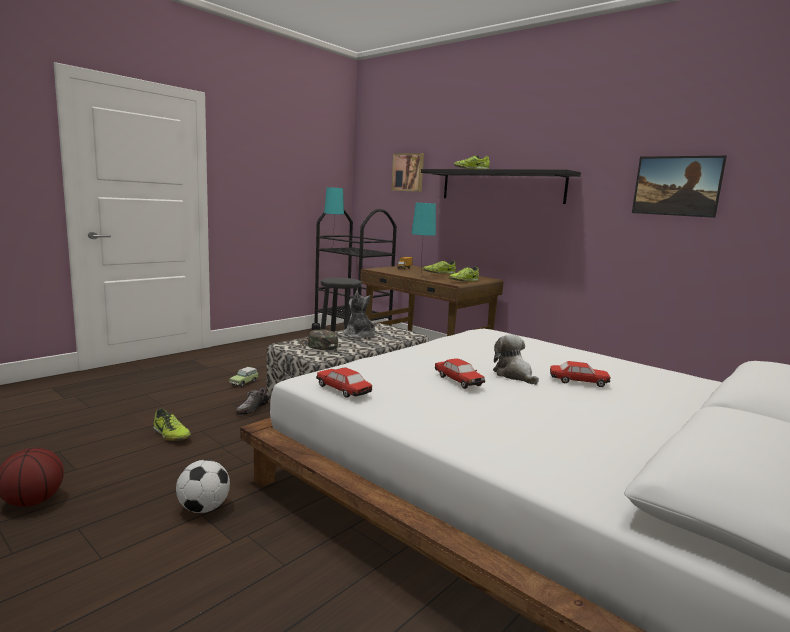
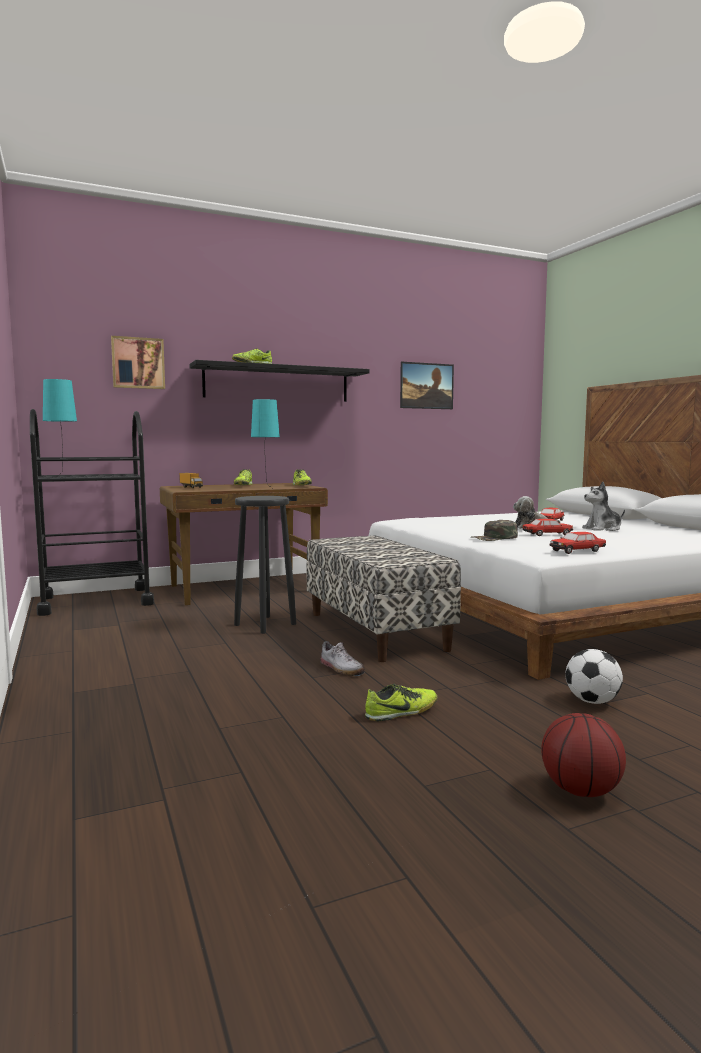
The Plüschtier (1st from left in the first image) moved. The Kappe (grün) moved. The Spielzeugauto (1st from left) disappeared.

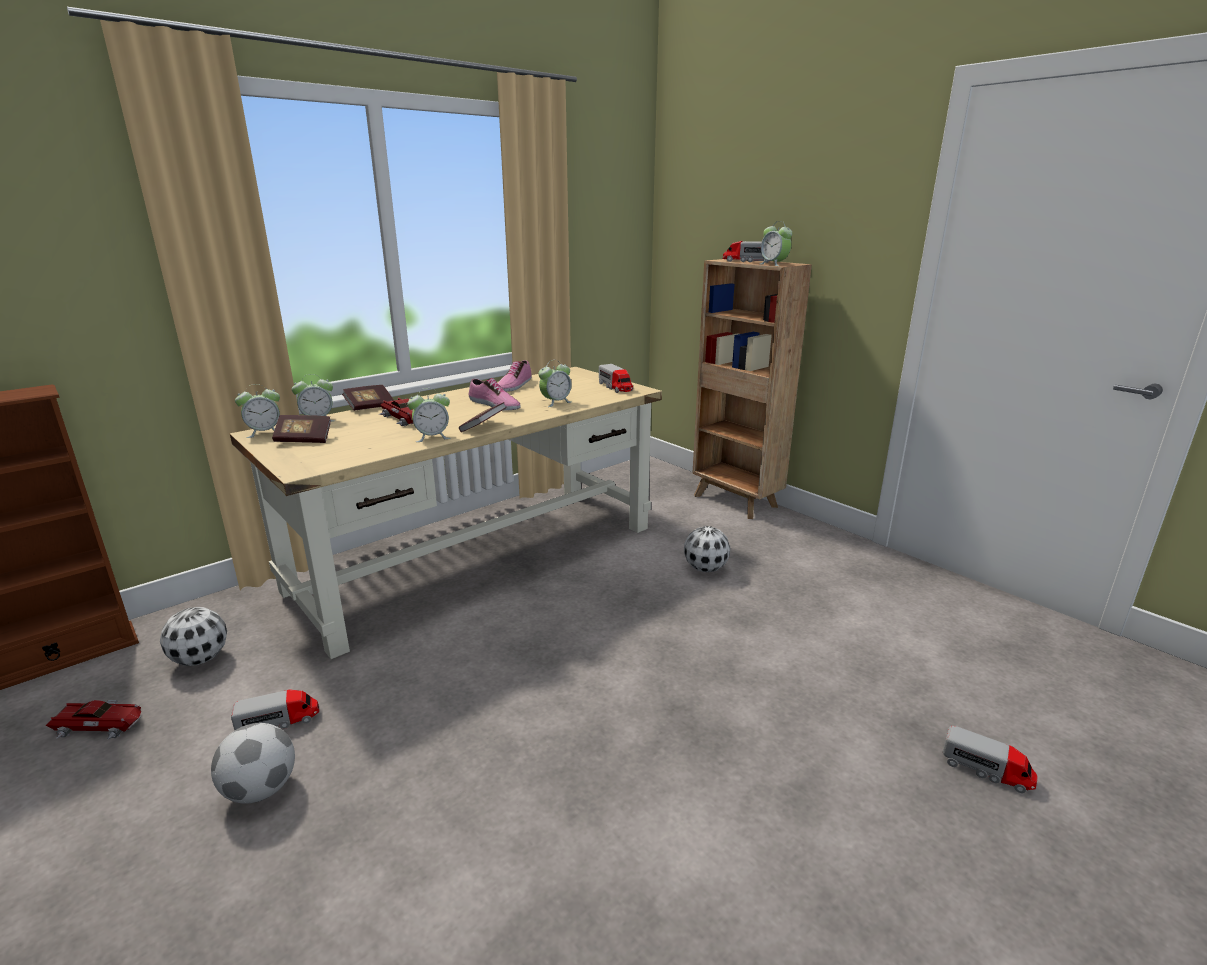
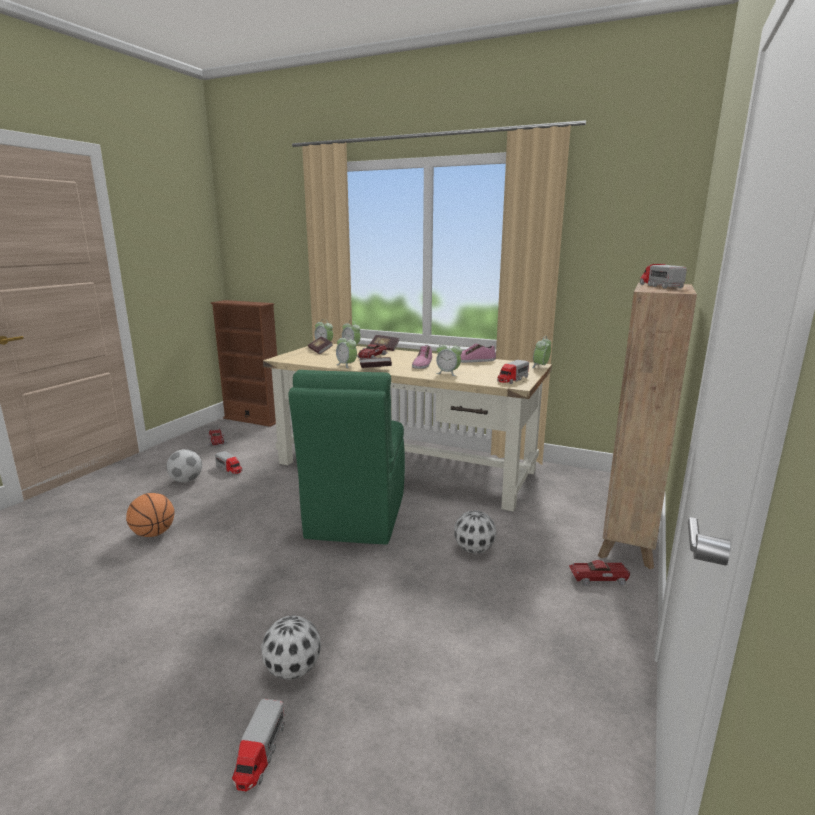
The Wecker (5th from left) moved. The Fußball (1st from left in the first image) moved. The Stuhl (grün) appeared. The Basketball appeared. The Spielzeugauto (3rd from left) appeared.

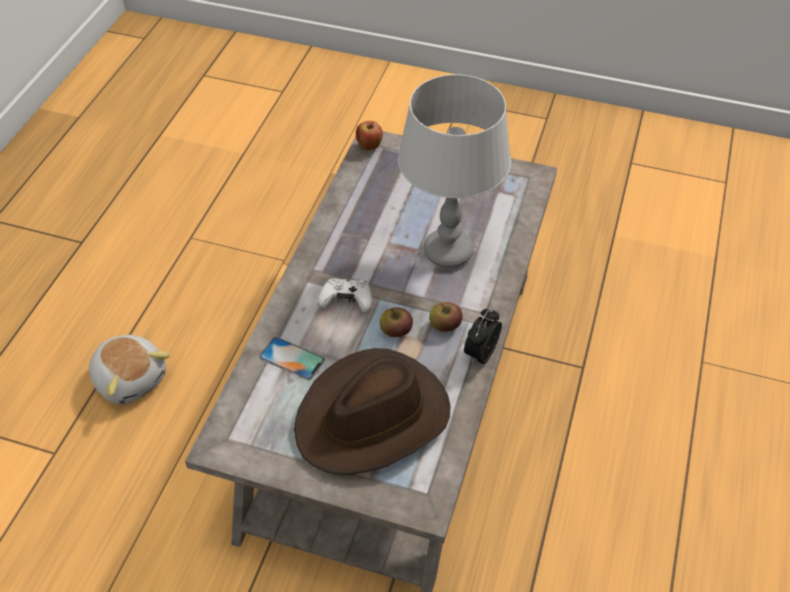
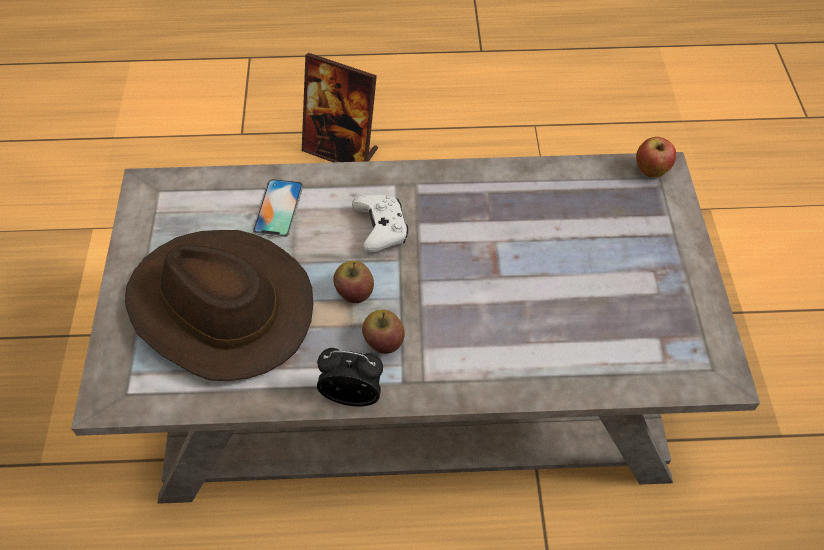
The Tischlampe (grau) disappeared. The Plüschtier was replaced by the Bilderrahmen.

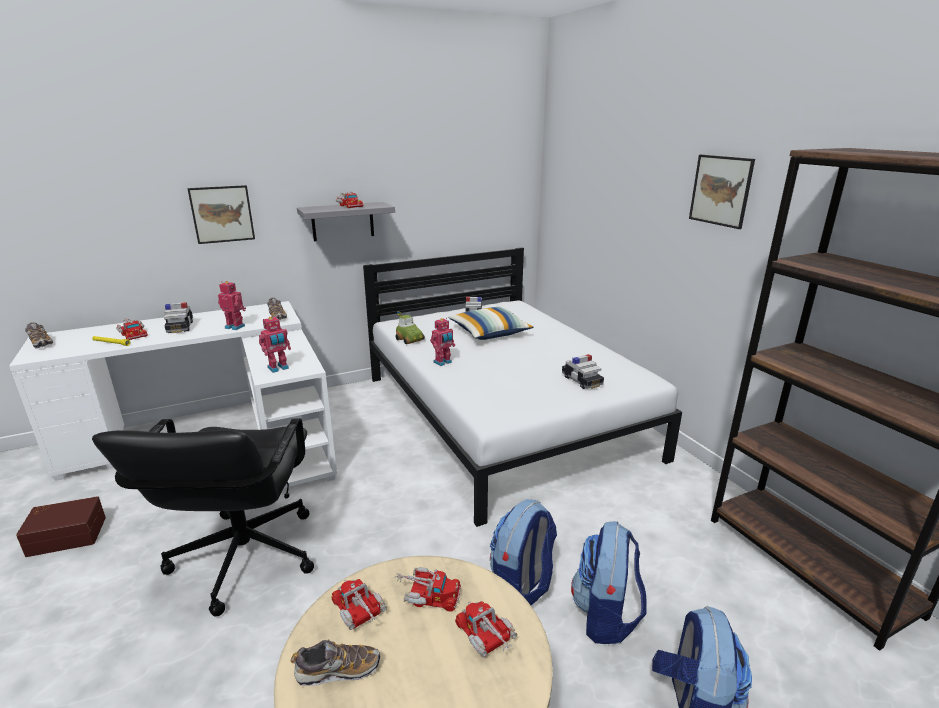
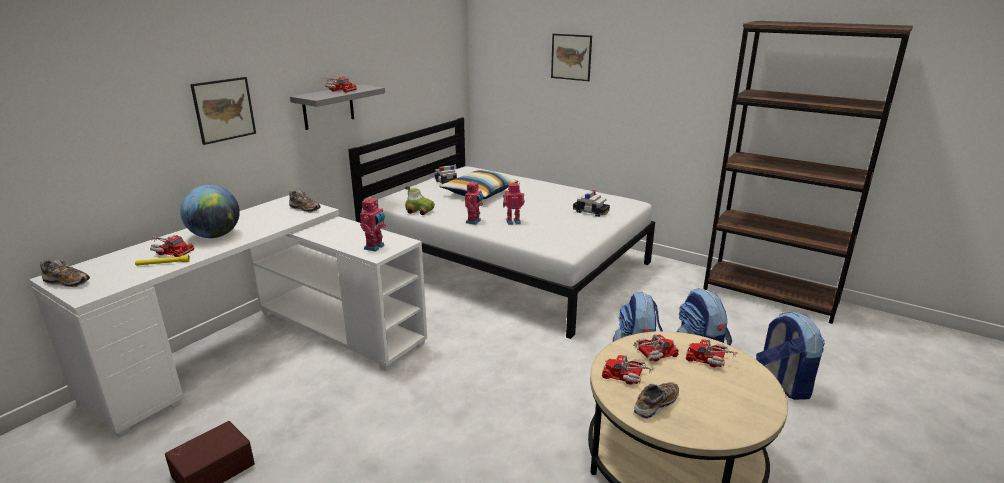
The Bild (2nd from left) moved. The Spielzeugroboter (1st from left in the first image) moved. The Spielzeugauto (1st from left) was replaced by the Globus. The Bürostuhl (schwarz) disappeared.

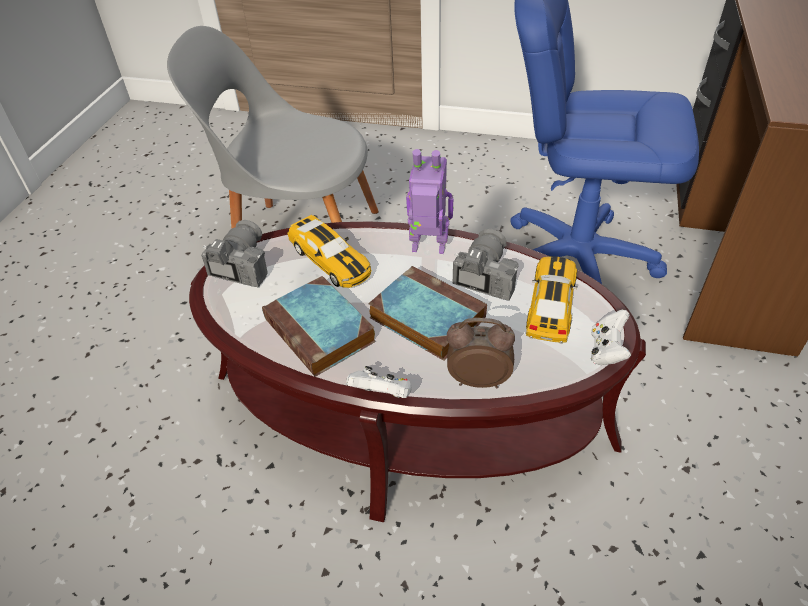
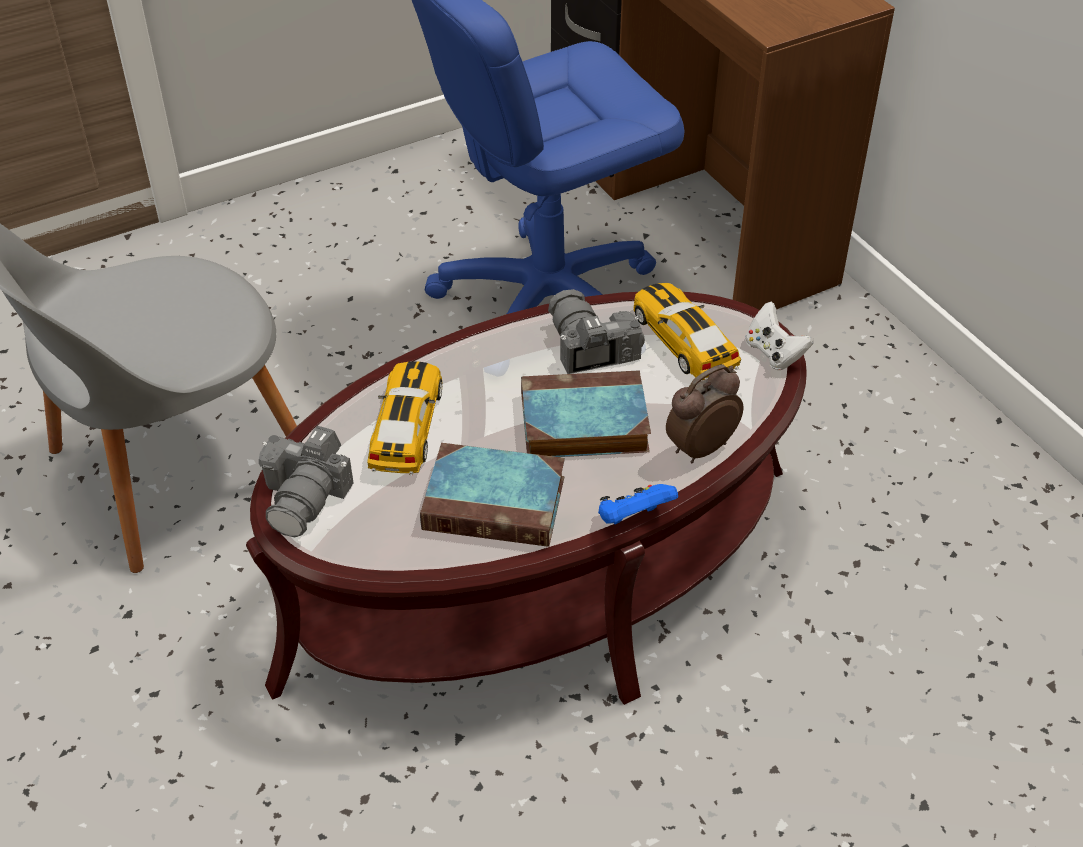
The Spielzeugroboter disappeared. The Spielzeugauto (1st from left) turned 90 degrees counterclockwise. The Kamera (1st from left) turned 135 degrees counterclockwise. The Gamepad (weiß) (1st from left) became the Gamepad (blau).

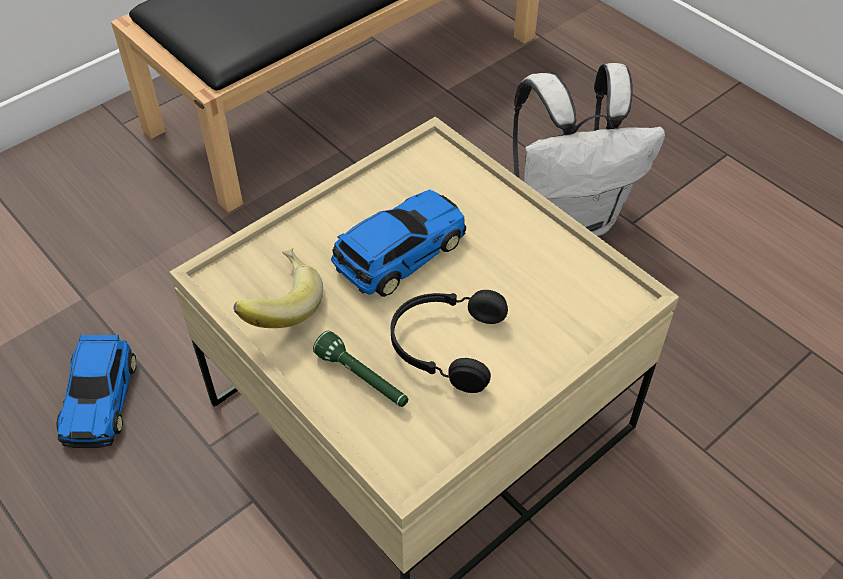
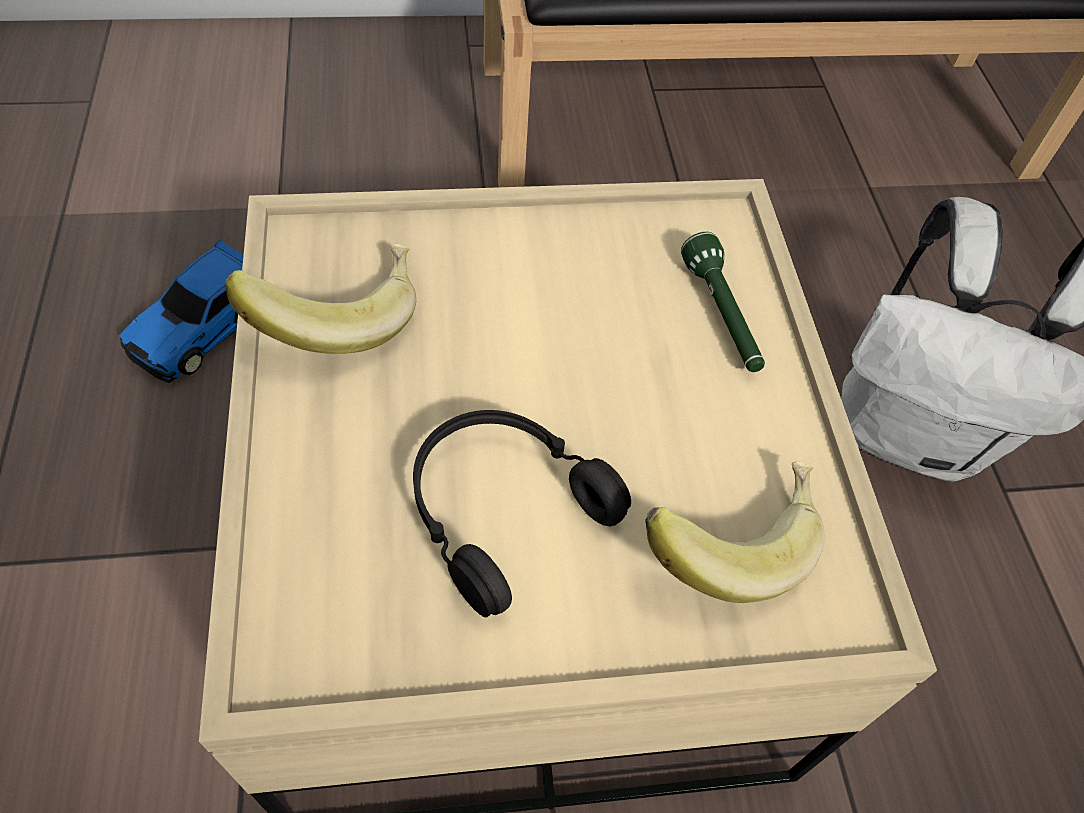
The Spielzeugauto (2nd from left) disappeared. The Taschenlampe (grün) moved. The Banane (2nd from left) appeared.

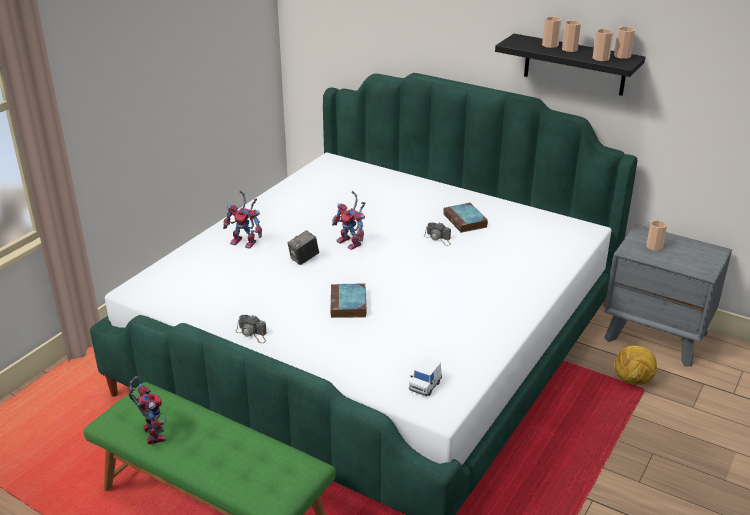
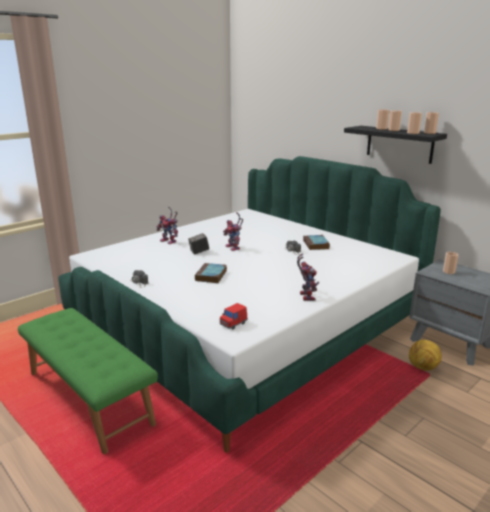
The Spielzeugauto (weiß) became the Spielzeugauto (rot). The Spielzeugroboter (1st from left in the first image) moved.

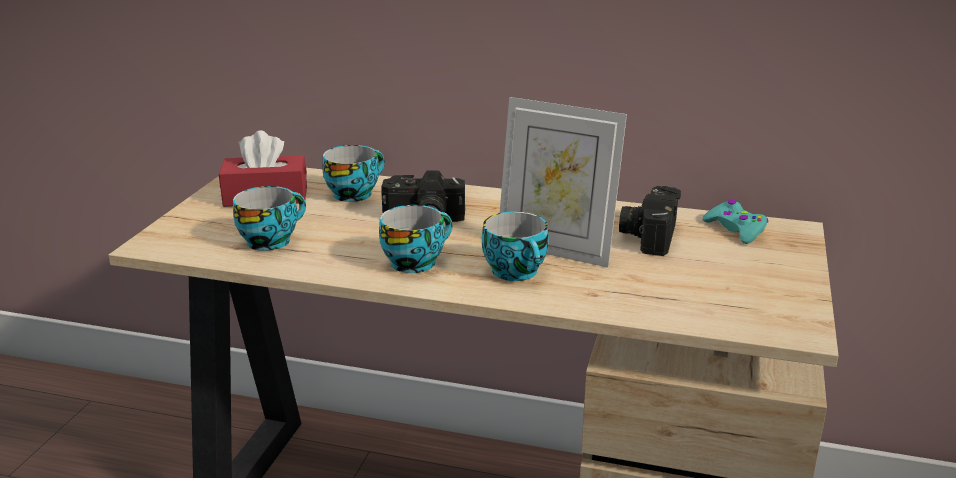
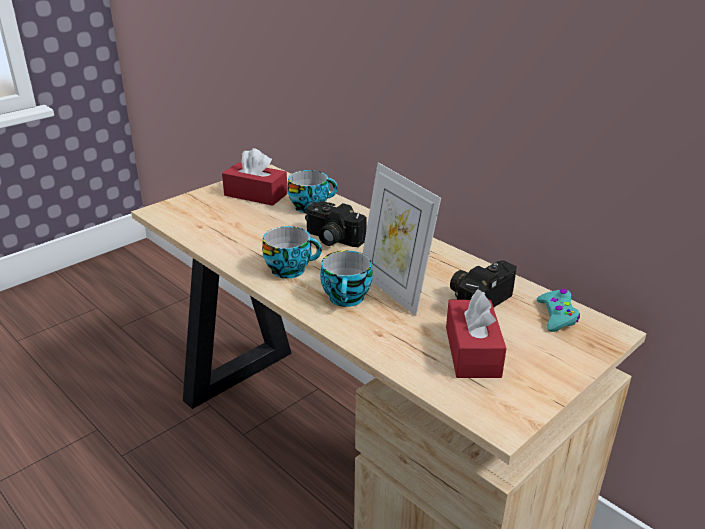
The Tasse (1st from left) disappeared. The Taschentuchbox (rot) (2nd from left) appeared.

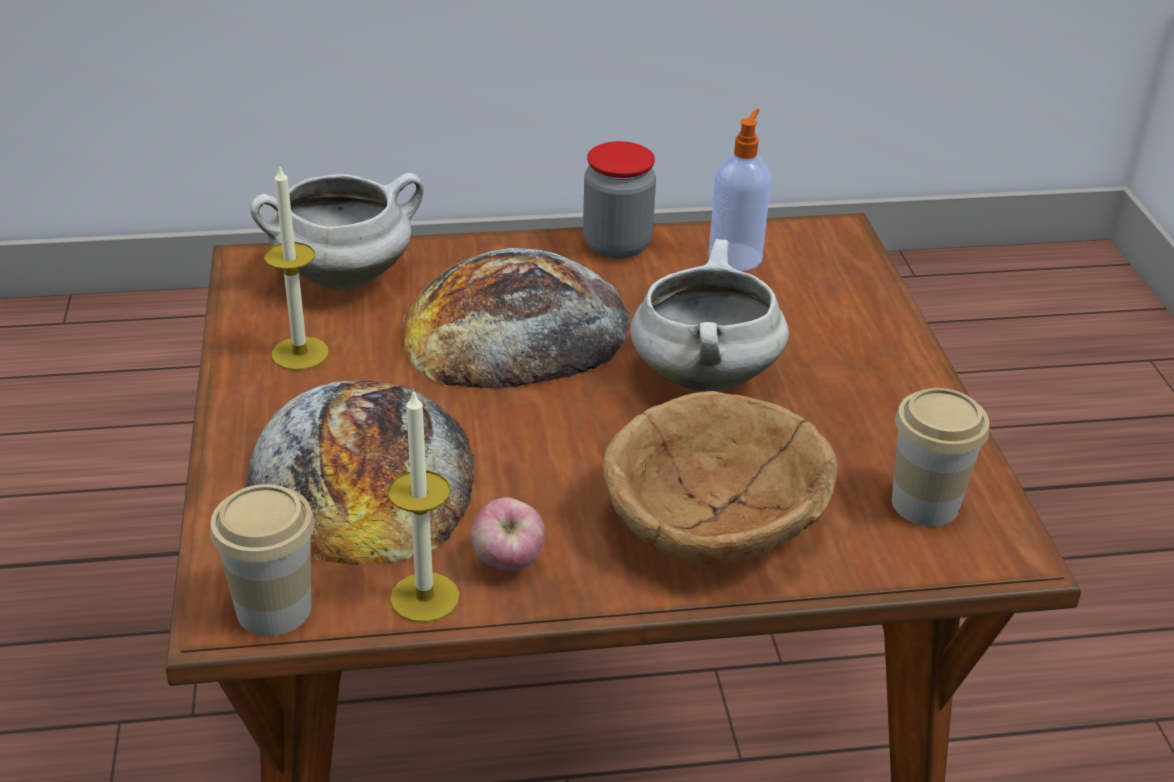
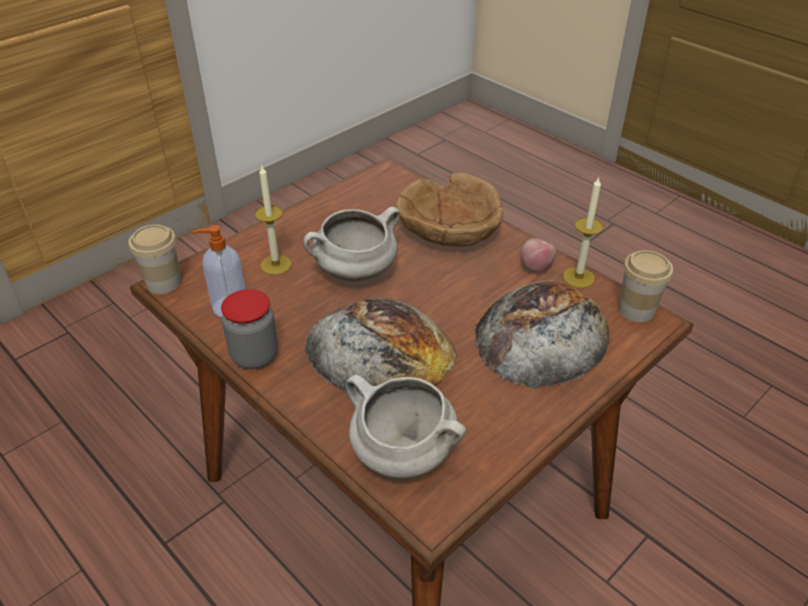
The Kerze (1st from left) moved. The Tasse (2nd from left in the first image) moved.

